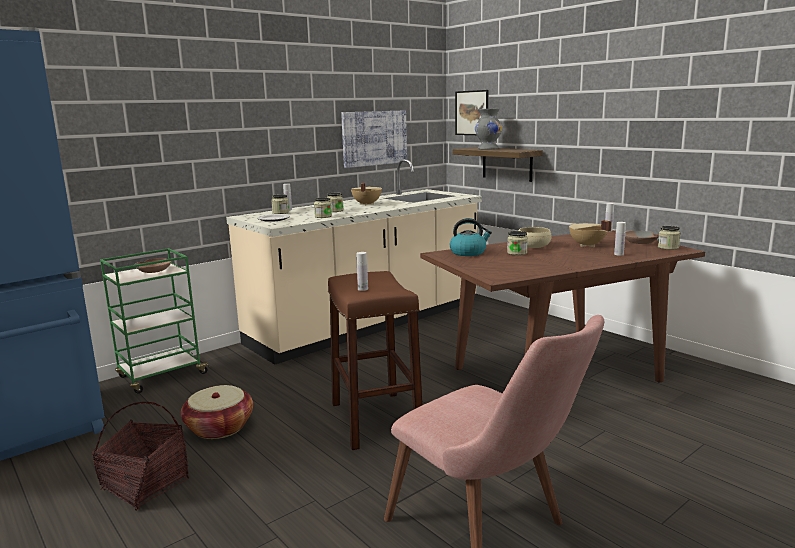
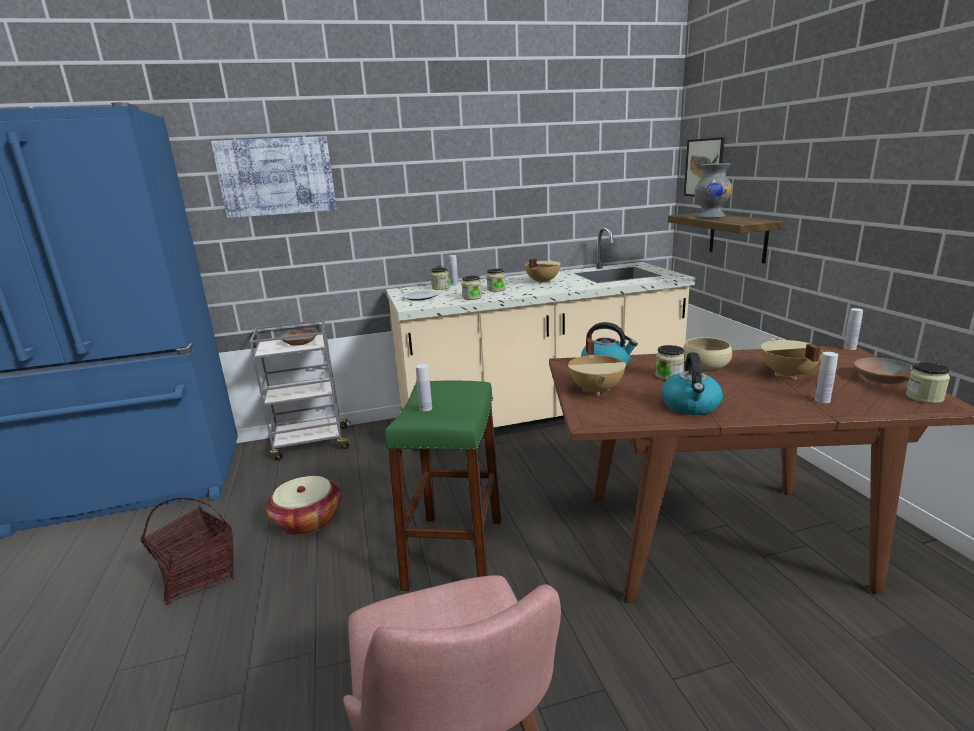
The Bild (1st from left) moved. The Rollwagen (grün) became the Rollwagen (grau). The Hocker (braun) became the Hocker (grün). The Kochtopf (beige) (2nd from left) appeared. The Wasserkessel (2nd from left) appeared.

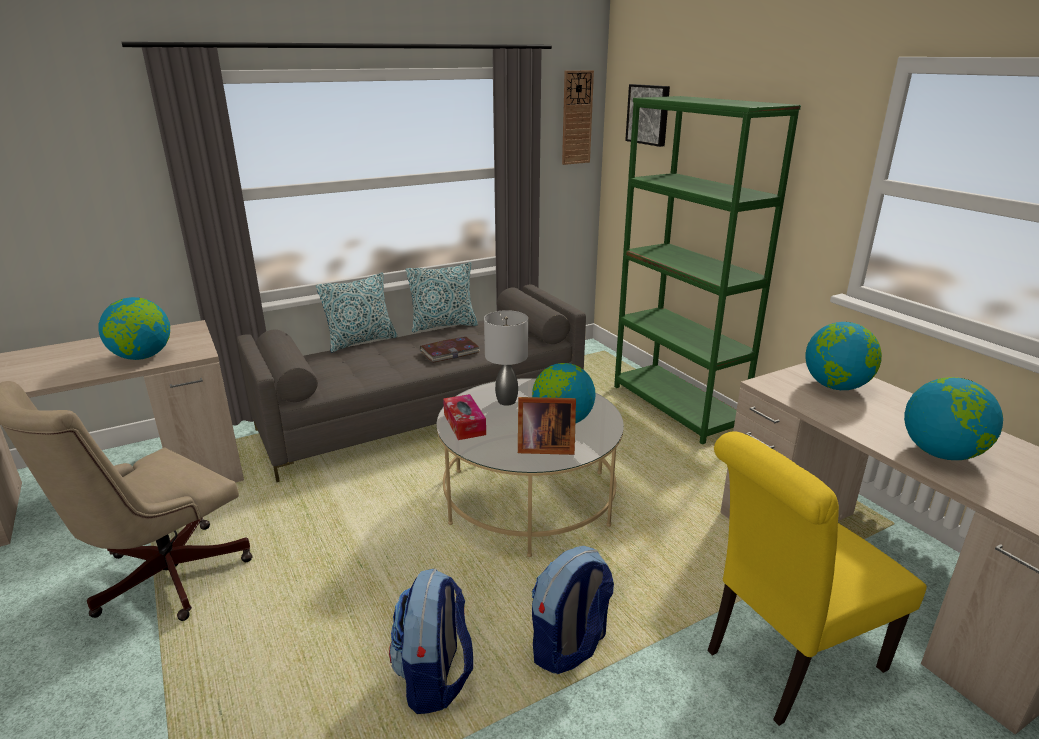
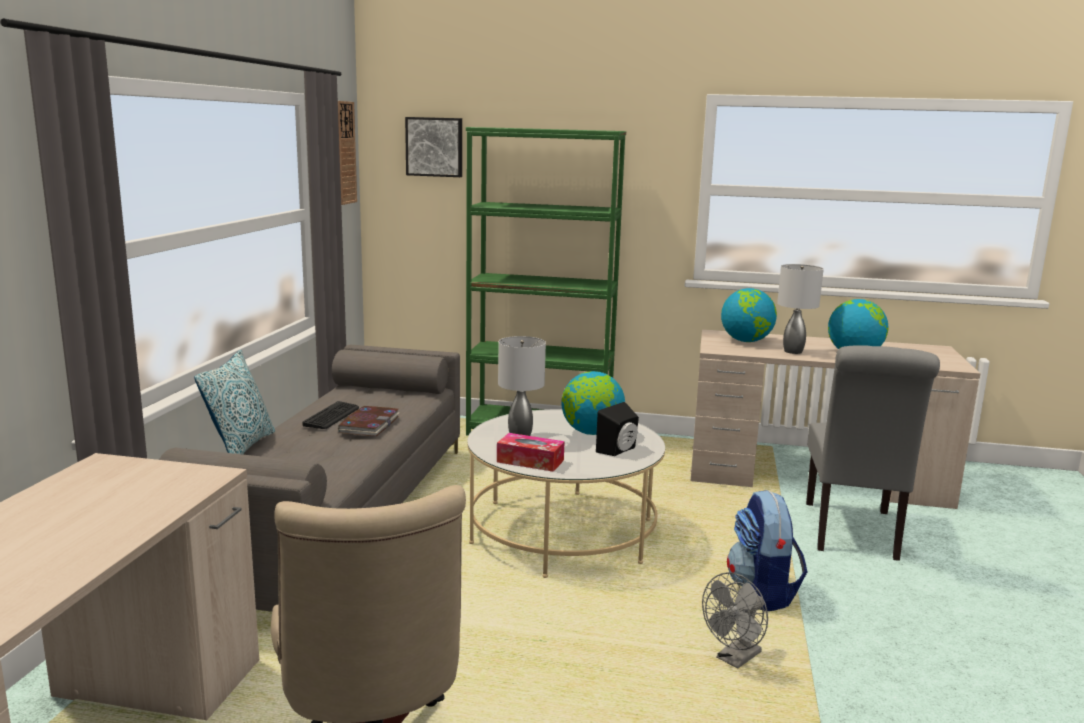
The Kissen (2nd from left) disappeared. The Globus (1st from left) disappeared. The Bilderrahmen was replaced by the Lautsprecher (schwarz). The Stuhl (gelb) became the Stuhl (grau). The Rucksack (1st from left) was replaced by the Ventilator (grau). The Tischlampe (grau) (2nd from left) appeared. The Tastatur appeared.

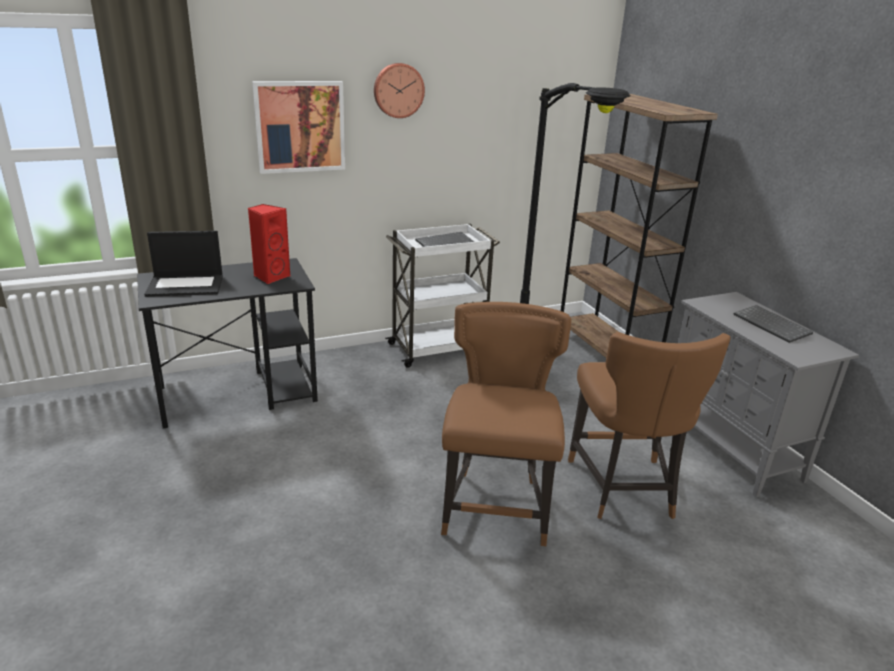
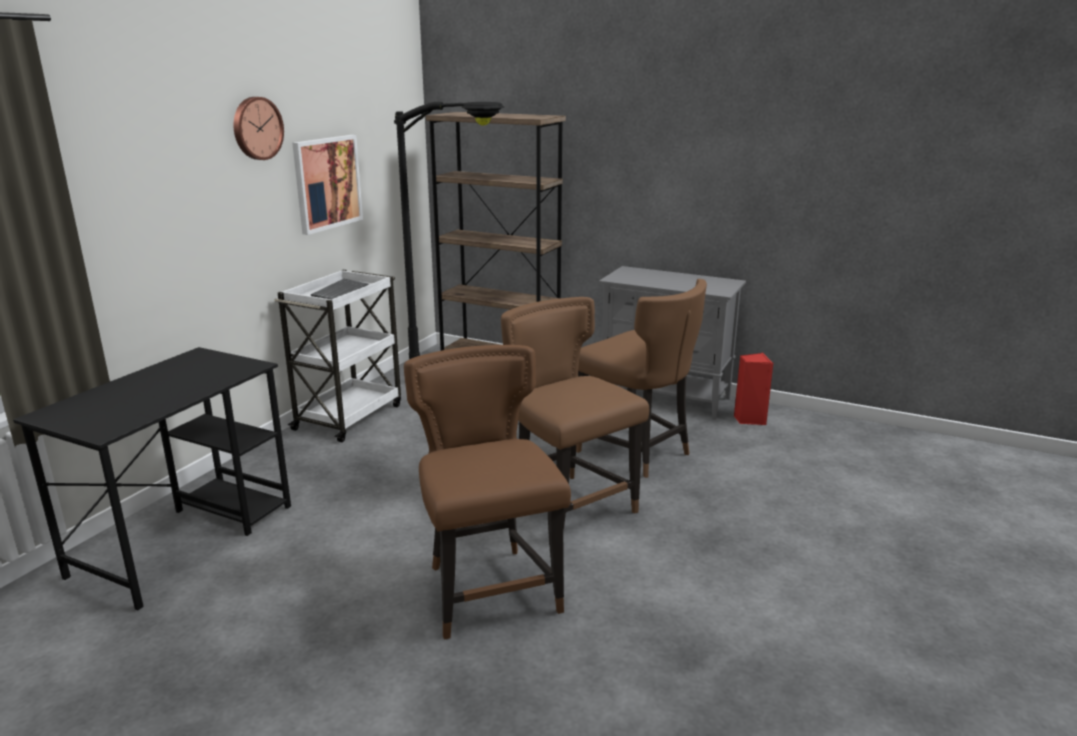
The Bild moved. The Lautsprecher (rot) moved. The Laptop disappeared. The Tastatur (2nd from left) disappeared. The Stuhl (braun) (1st from left) appeared.

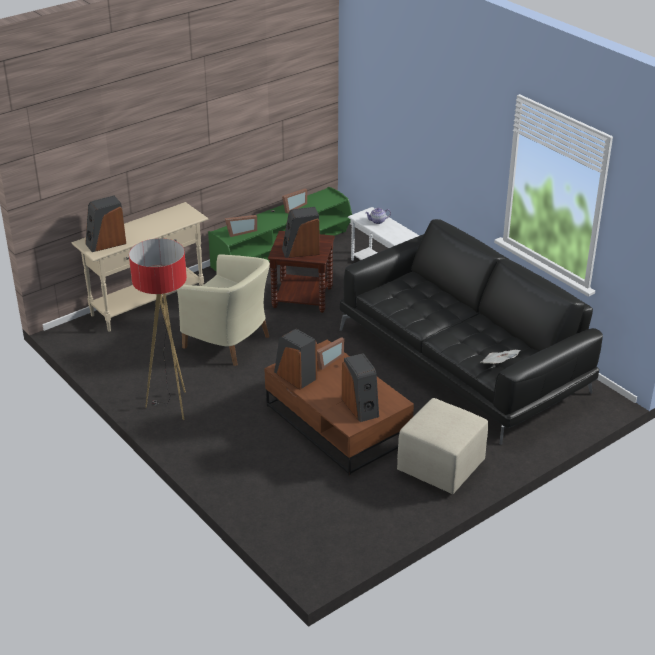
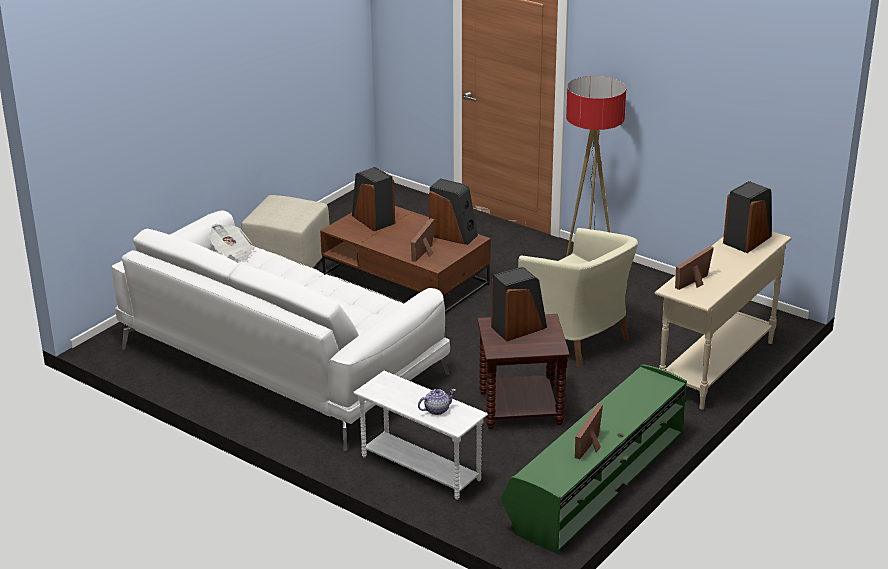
The Bilderrahmen (1st from left in the first image) moved. The Sofa (schwarz) became the Sofa (weiß). The Sessel (beige) turned 150 degrees counterclockwise.

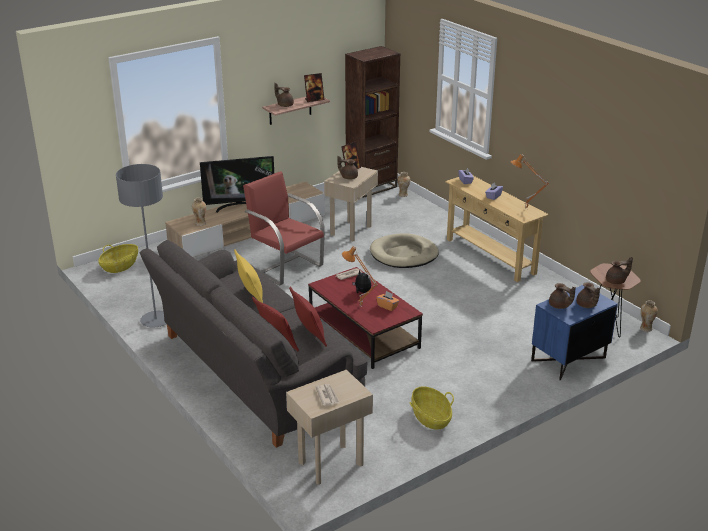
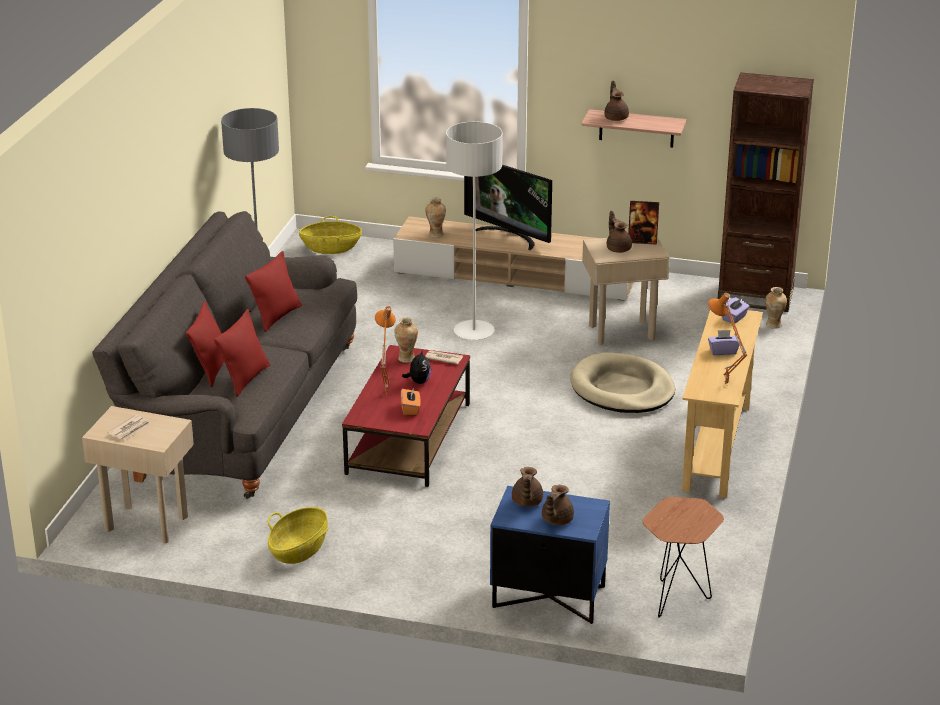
The Bilderrahmen (1st from left) disappeared. The Sessel (rot) was replaced by the Stehlampe (grau) (2nd from left). The Kissen (gelb) became the Kissen (rot) (3rd from left). The Teekanne (braun) (5th from left) disappeared. The Vase (3rd from left in the first image) moved.

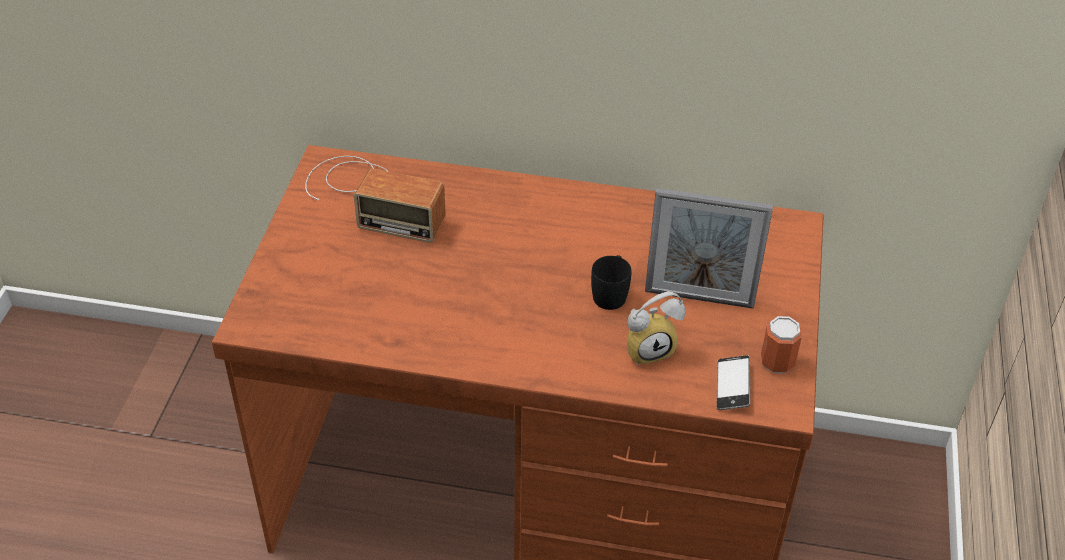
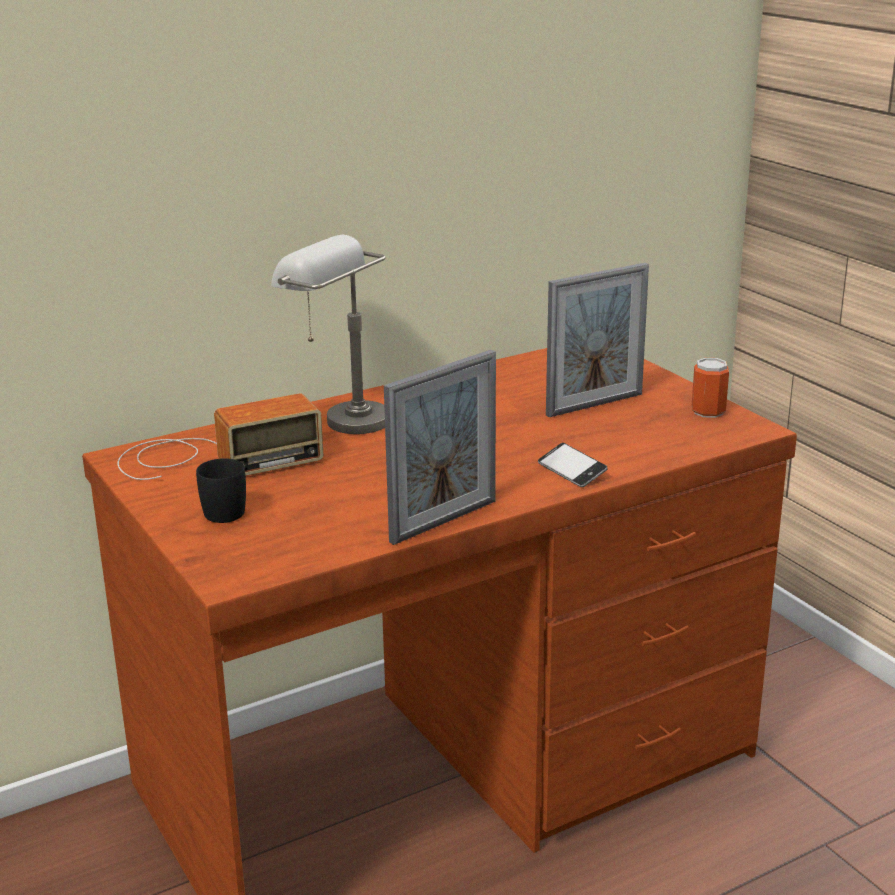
The Henkelbecher (schwarz) moved. The Wecker disappeared. The Handy moved. The Tischlampe (grau) appeared. The Bilderrahmen (1st from left) appeared.

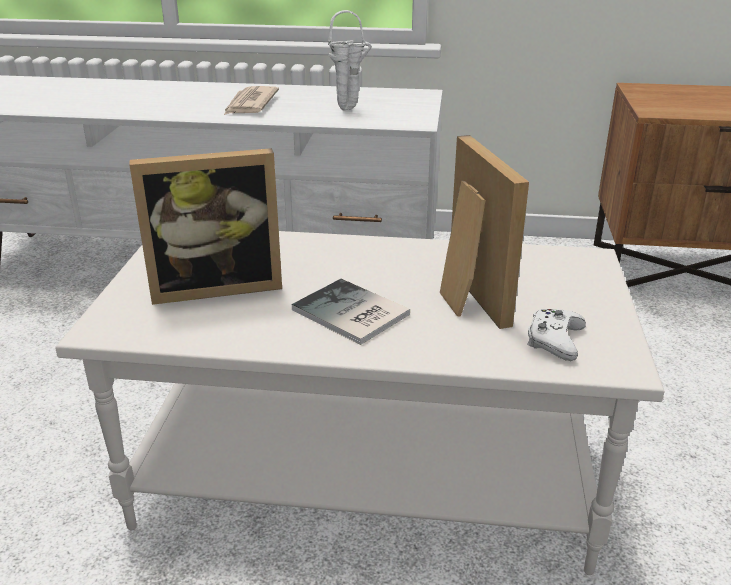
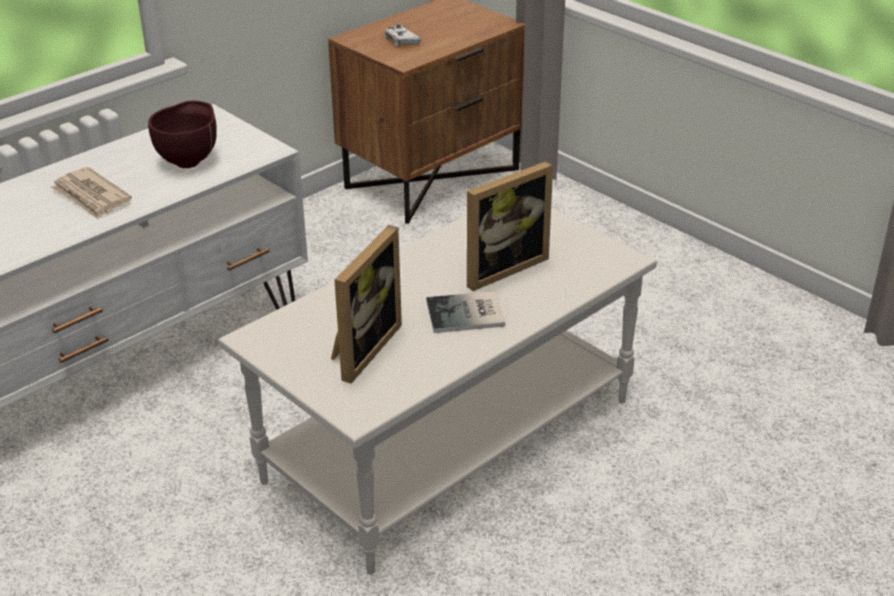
The Vase (weiß) was replaced by the Schüssel (braun). The Bilderrahmen (2nd from left) turned 120 degrees clockwise. The Gamepad (weiß) moved.

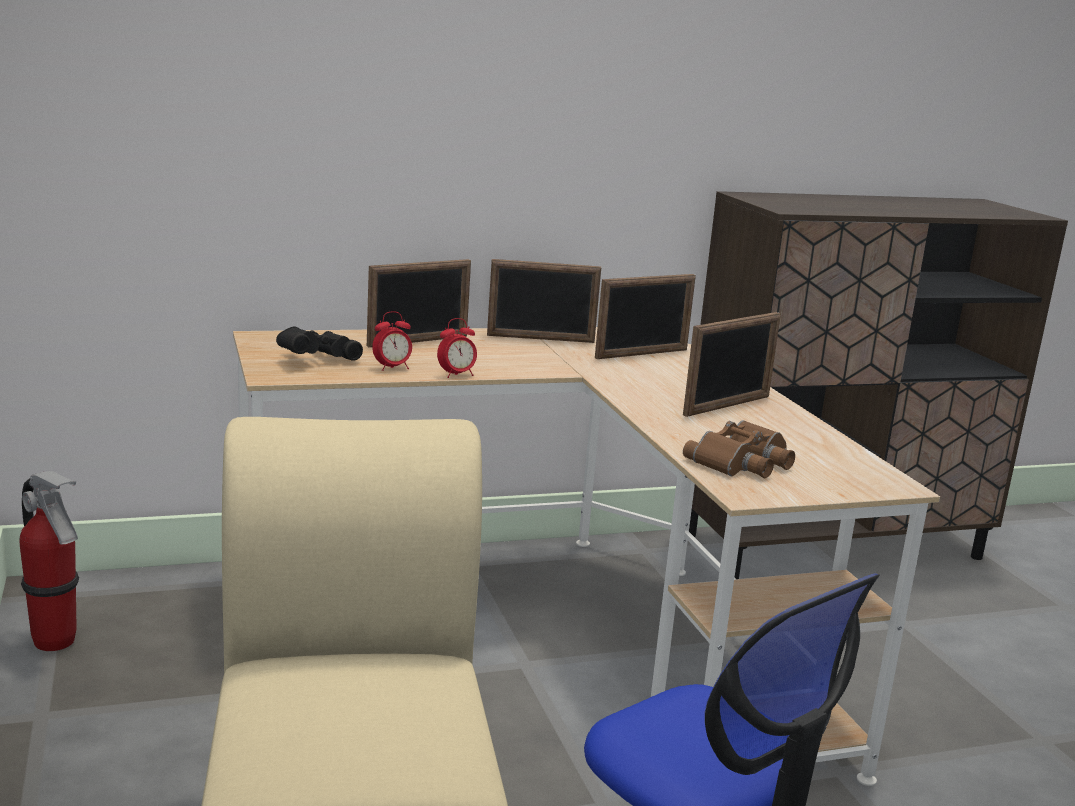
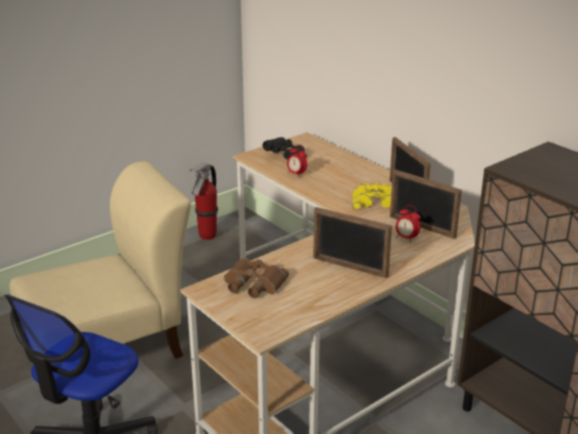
The Bilderrahmen (1st from left) disappeared. The Wecker (2nd from left) moved. The Fernglas (gelb) appeared.

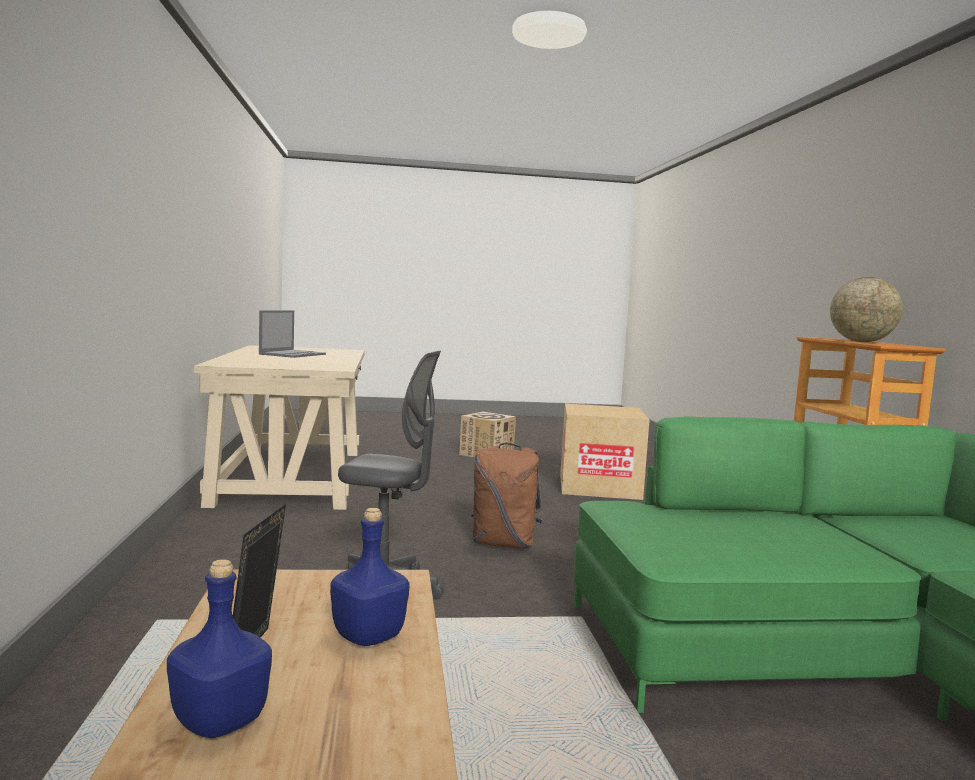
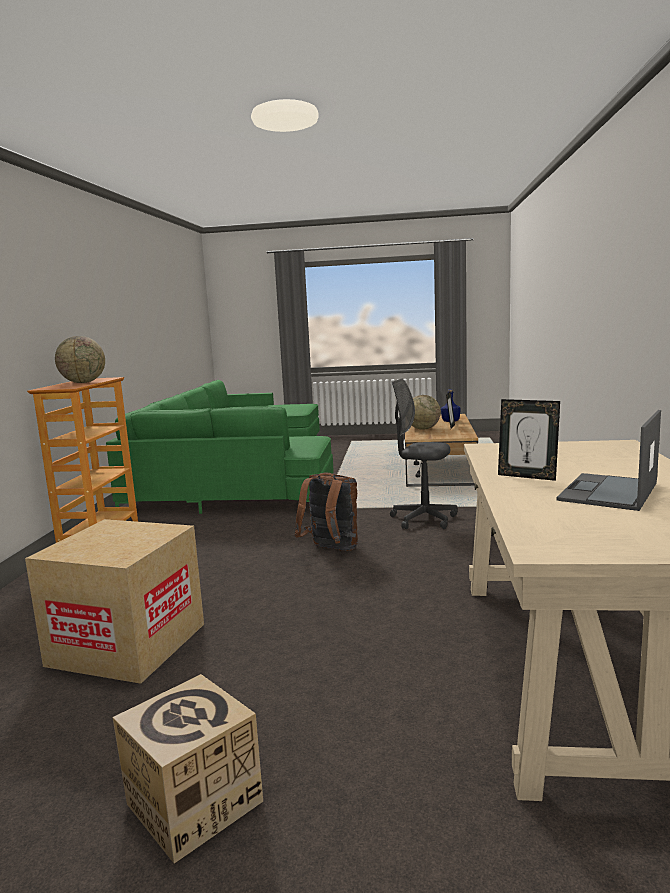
The Flasche (blau) (2nd from left) was replaced by the Globus (2nd from left). The Bilderrahmen (2nd from left) appeared.

